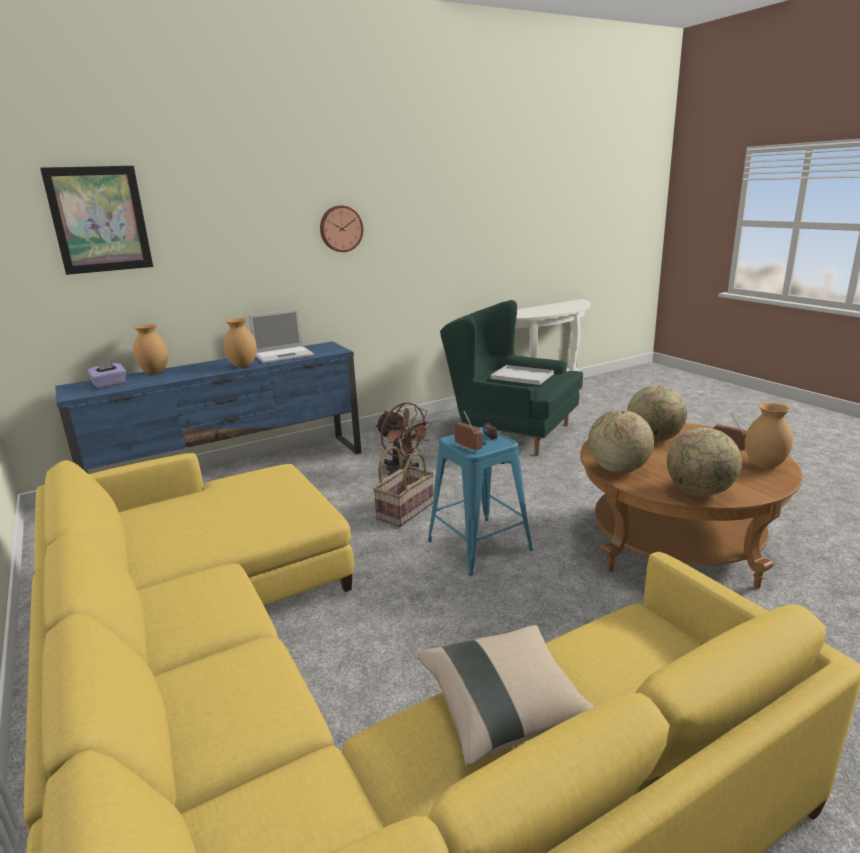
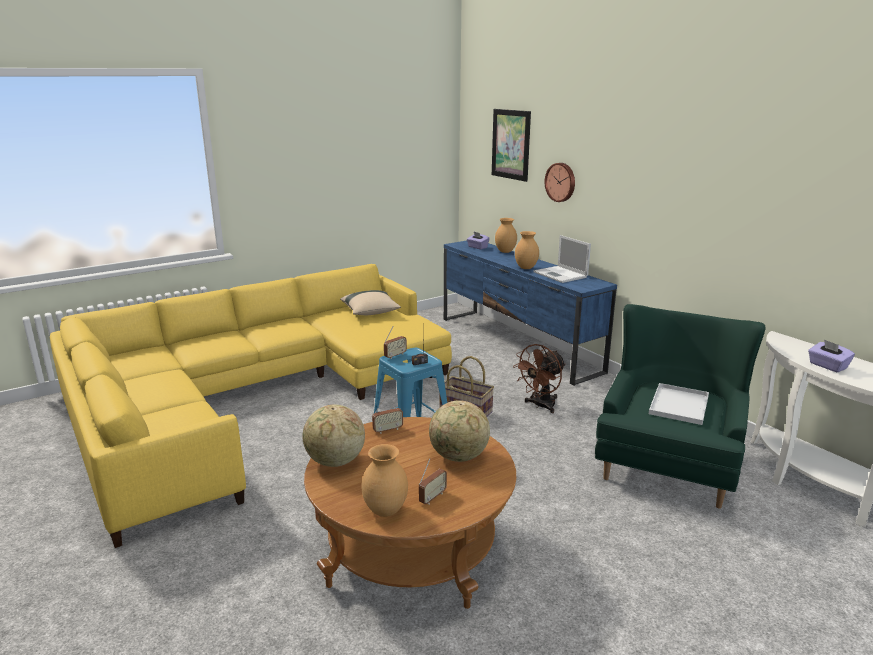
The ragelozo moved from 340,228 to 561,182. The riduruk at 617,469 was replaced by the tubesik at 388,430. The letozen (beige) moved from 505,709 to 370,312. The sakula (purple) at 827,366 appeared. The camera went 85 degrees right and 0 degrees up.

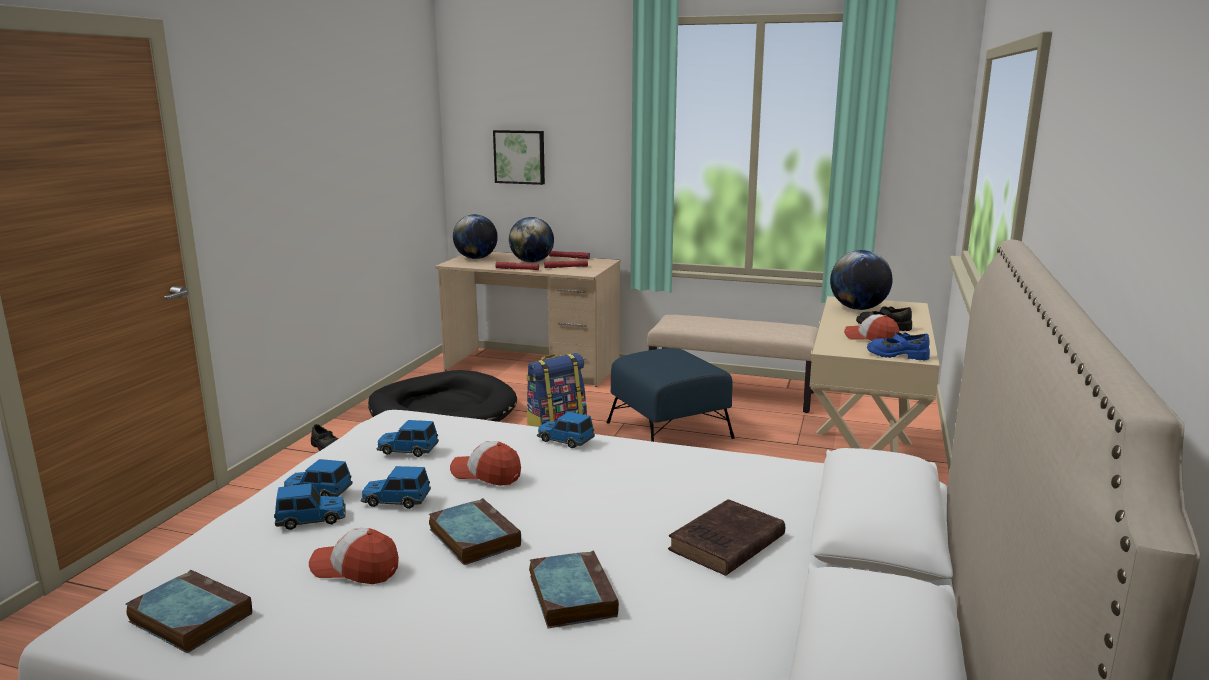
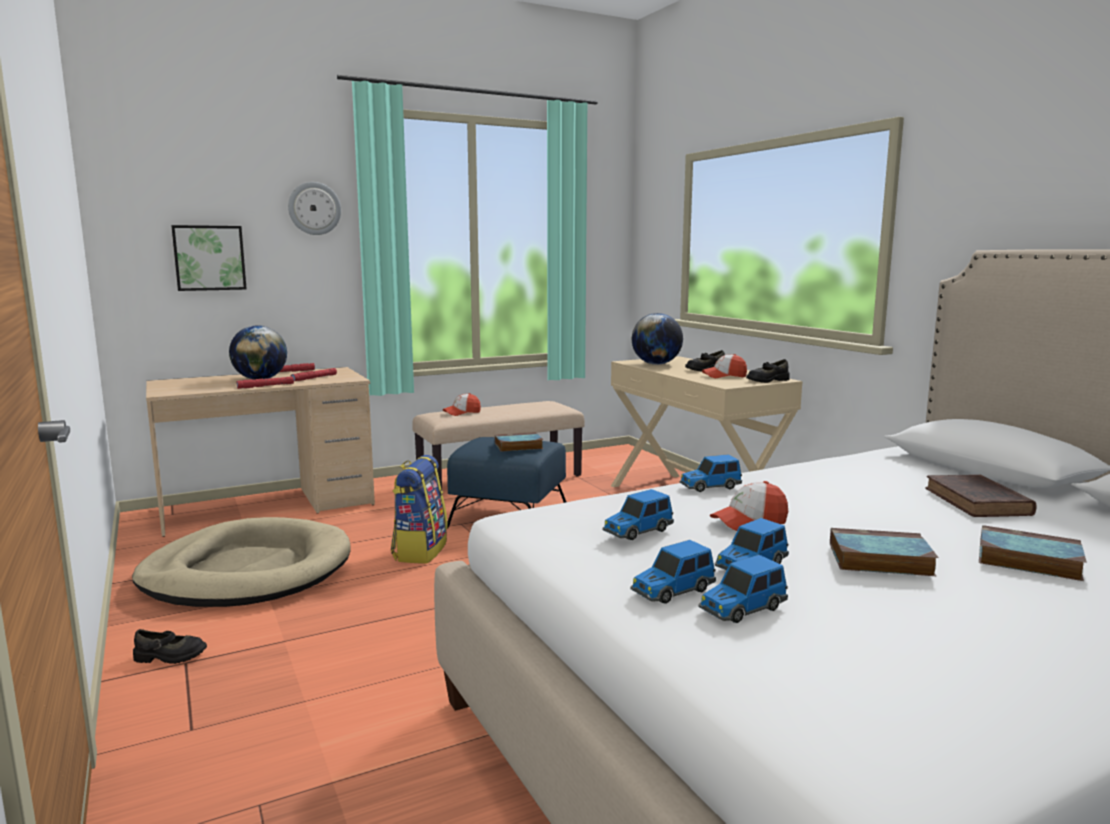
The riduruk at 476,258 disappeared. The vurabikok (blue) at 897,355 became the vurabikok (black) at 767,380. The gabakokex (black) at 442,410 became the gabakokex (beige) at 247,571. The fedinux at 311,519 turned 150 degrees counterclockwise. The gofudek moved from 355,569 to 462,413. The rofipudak moved from 188,617 to 517,446. The ragelozo at 314,208 appeared. The camera went 45 degrees left and 5 degrees down.

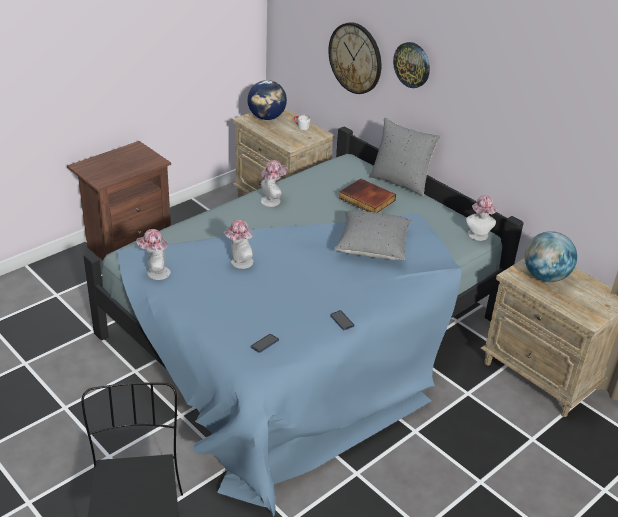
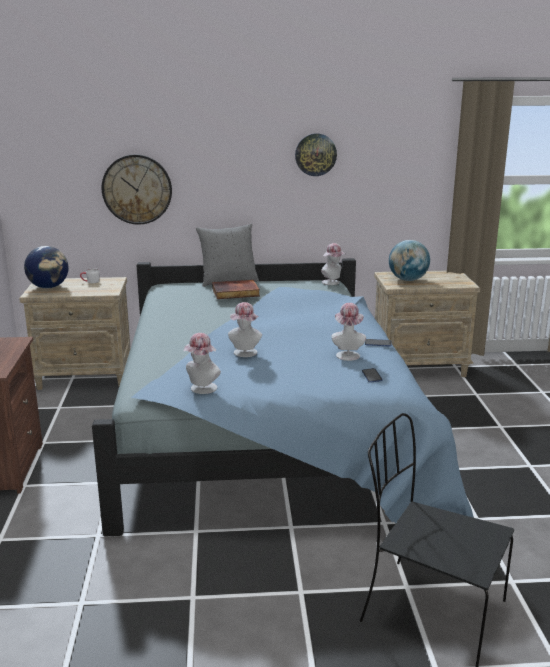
The ragelozo moved from 412,64 to 315,154. The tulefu moved from 272,200 to 347,354. The letozen (grey) at 372,247 disappeared. The camera went 50 degrees left and 15 degrees down.

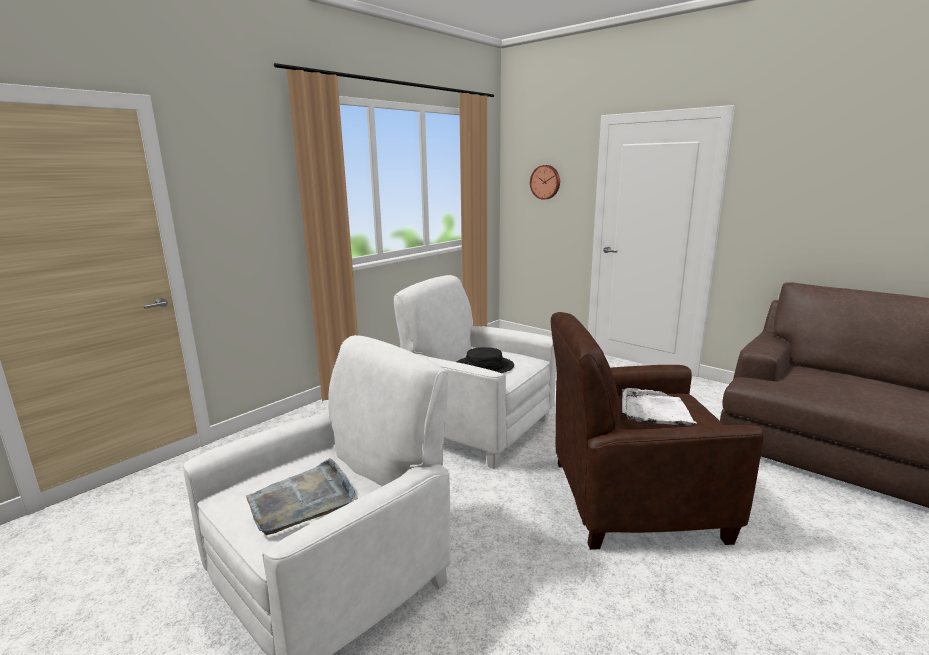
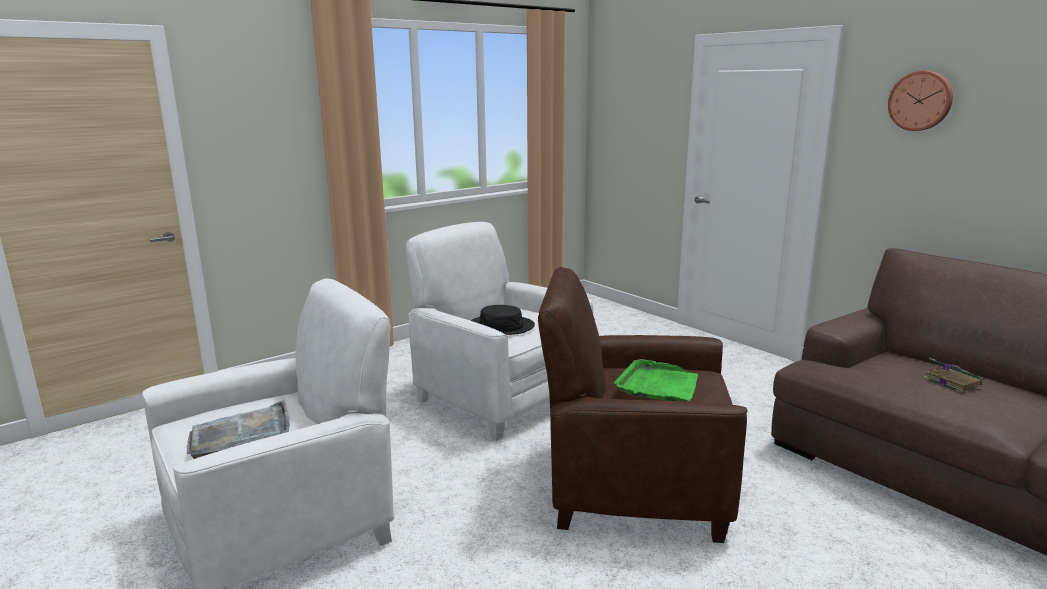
The ragelozo moved from 545,182 to 921,101. The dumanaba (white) at 654,410 became the dumanaba (green) at 658,385. The rofipudak at 951,381 appeared. The camera went 10 degrees right and 0 degrees up.

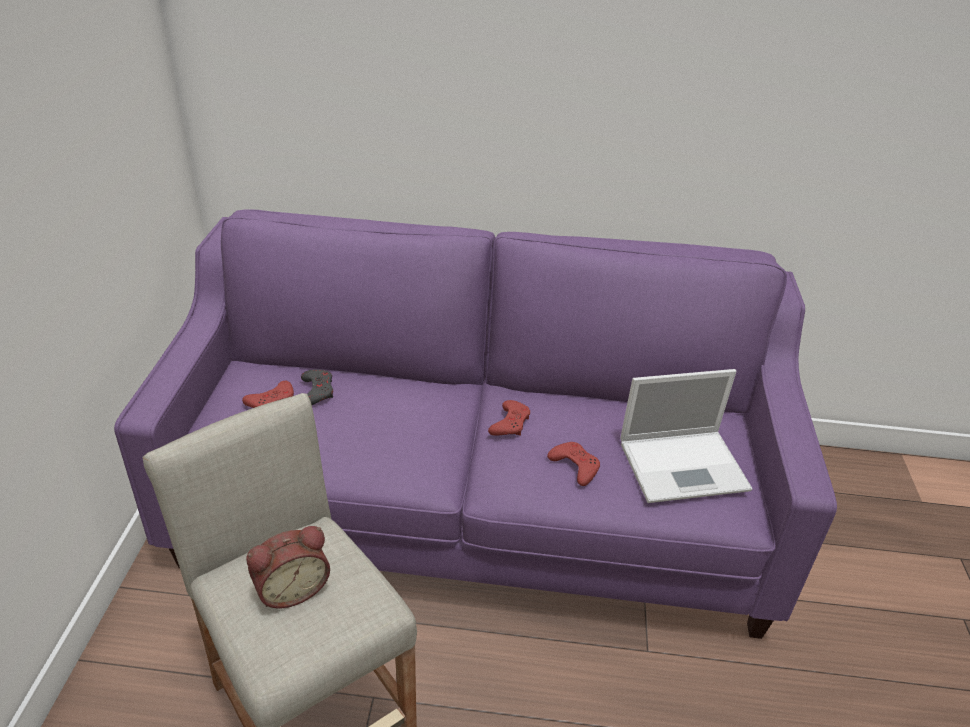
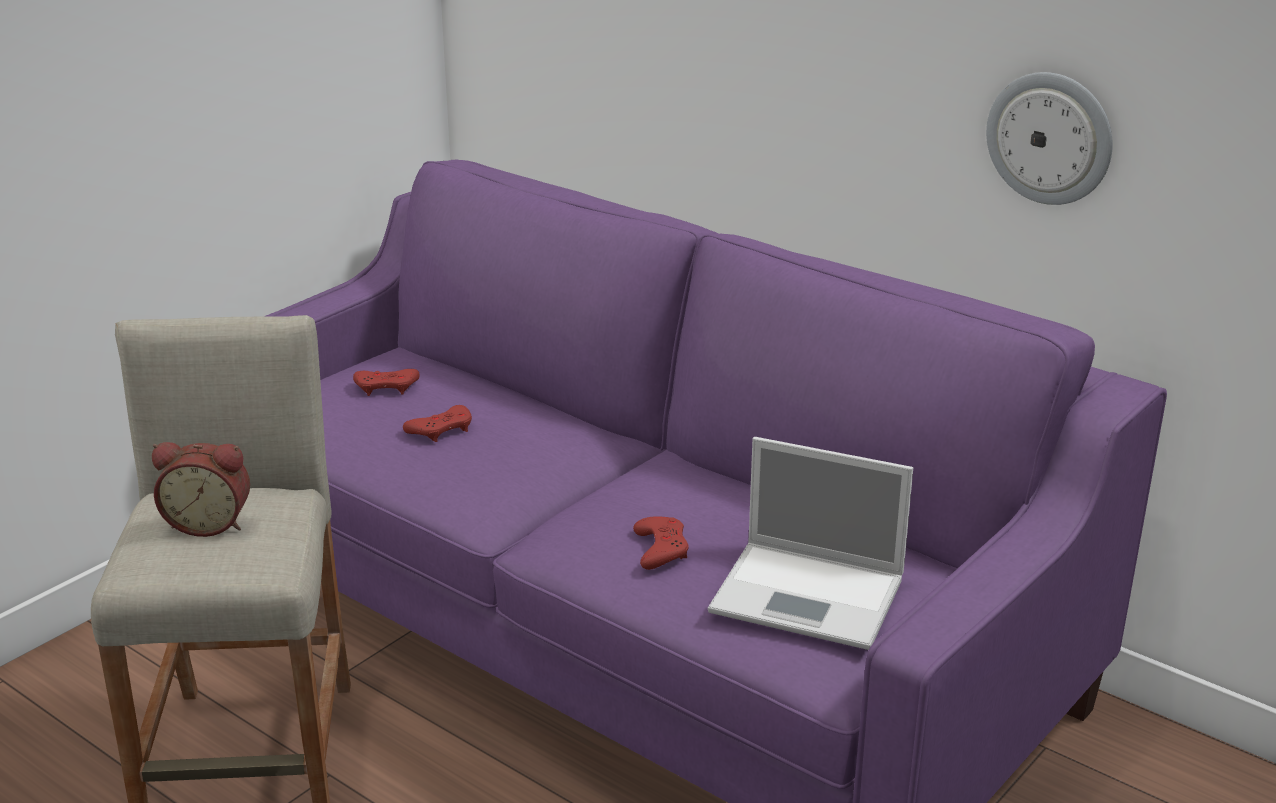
The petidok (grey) at 317,391 disappeared. The petidok (red) moved from 510,423 to 441,429. The ragelozo at 1050,138 appeared. The camera went 35 degrees right and 10 degrees down.

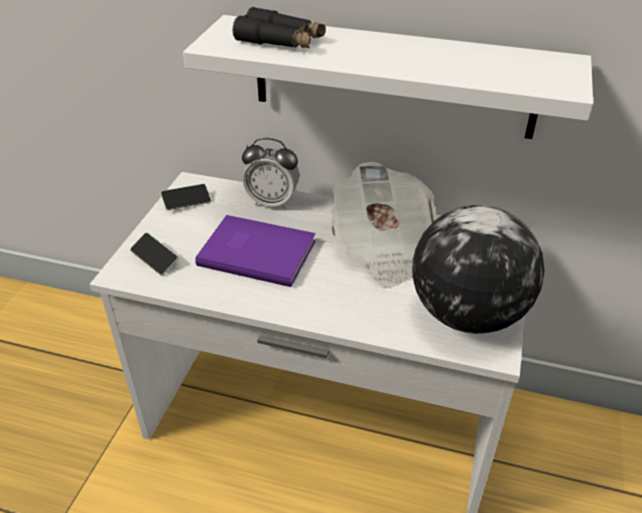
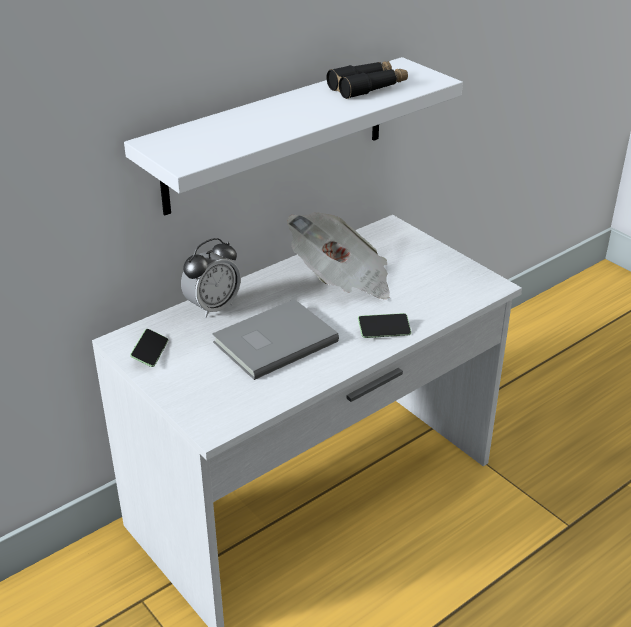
The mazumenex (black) moved from 280,41 to 368,87. The riduruk at 466,314 disappeared. The rofipudak (purple) at 256,251 became the rofipudak (grey) at 272,341. The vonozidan moved from 155,259 to 384,332. The camera went 55 degrees left and 5 degrees down.

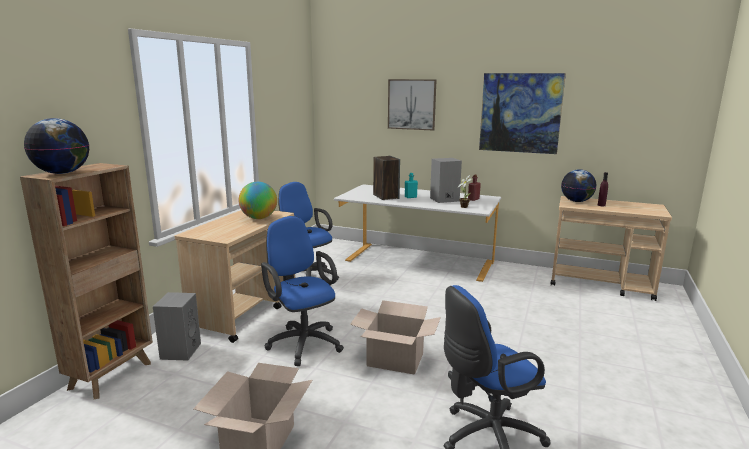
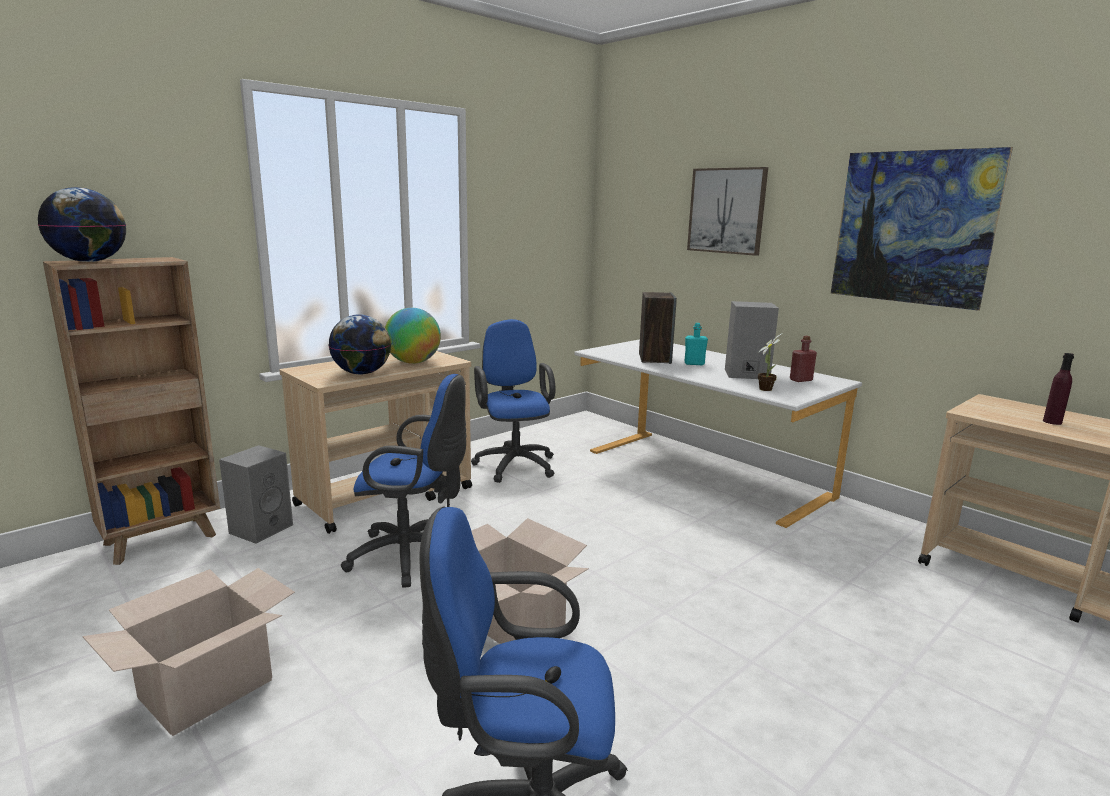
The riduruk moved from 576,201 to 362,373. The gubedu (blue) at 303,342 turned 105 degrees clockwise. The camera went 25 degrees right and 0 degrees up.

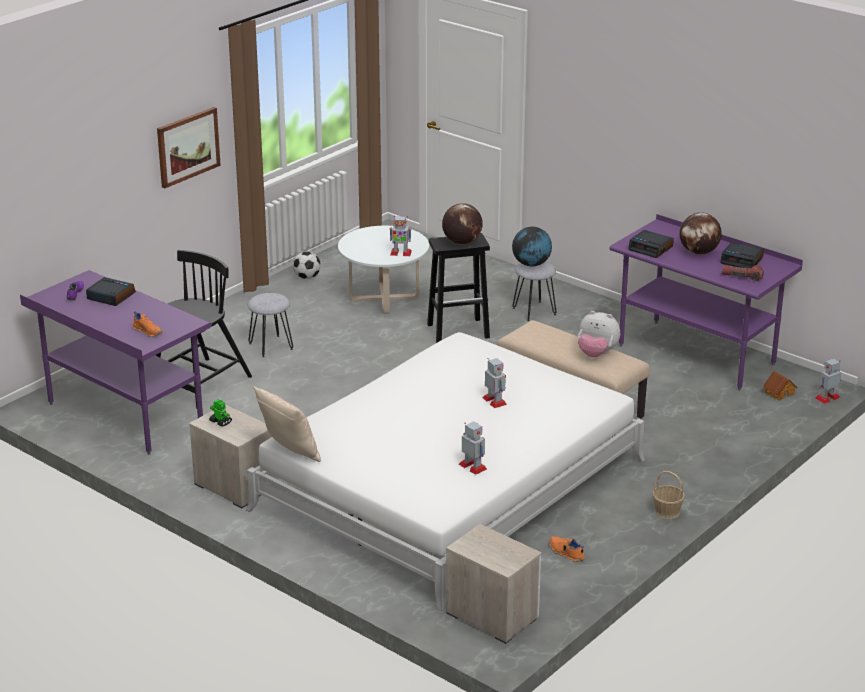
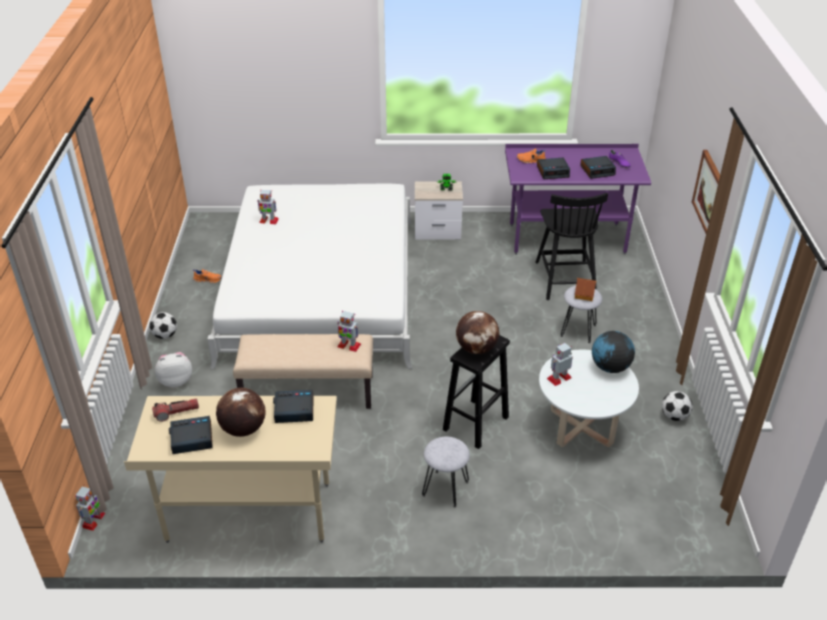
The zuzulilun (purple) at 696,355 became the zuzulilun (beige) at 249,513. The riduruk moved from 531,264 to 610,367. The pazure moved from 596,354 to 176,380. The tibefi moved from 494,401 to 348,345. The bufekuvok moved from 779,393 to 585,294. The letozen (beige) at 290,451 disappeared. The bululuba at 667,511 was replaced by the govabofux at 165,335. The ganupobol at 491,615 disappeared. The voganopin at 553,171 appeared. The camera went 140 degrees right and 10 degrees up.

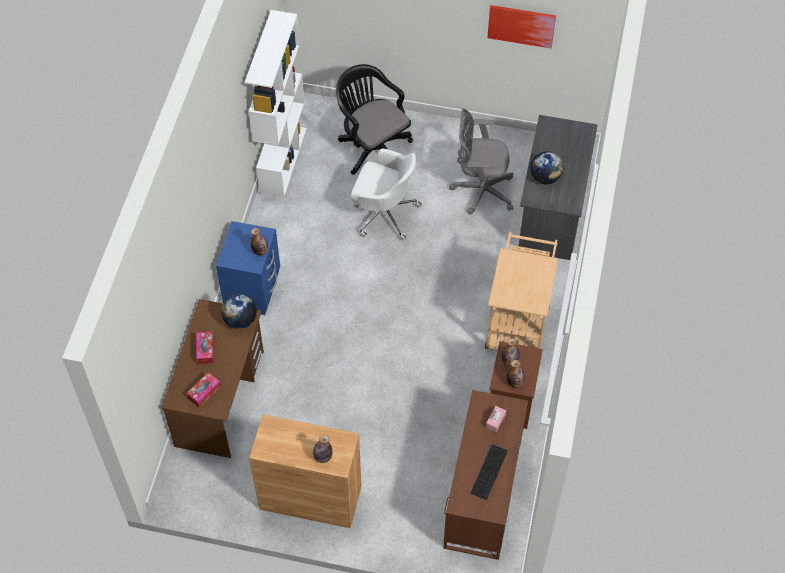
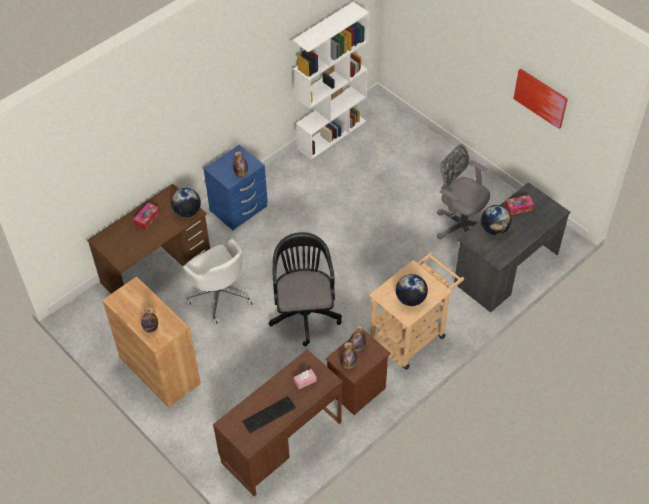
The gubedu (black) moved from 372,147 to 304,312. The gubedu (white) moved from 383,212 to 219,294. The sakula moved from 204,392 to 518,207. The riduruk at 410,299 appeared. The camera went 35 degrees right and 5 degrees down.

